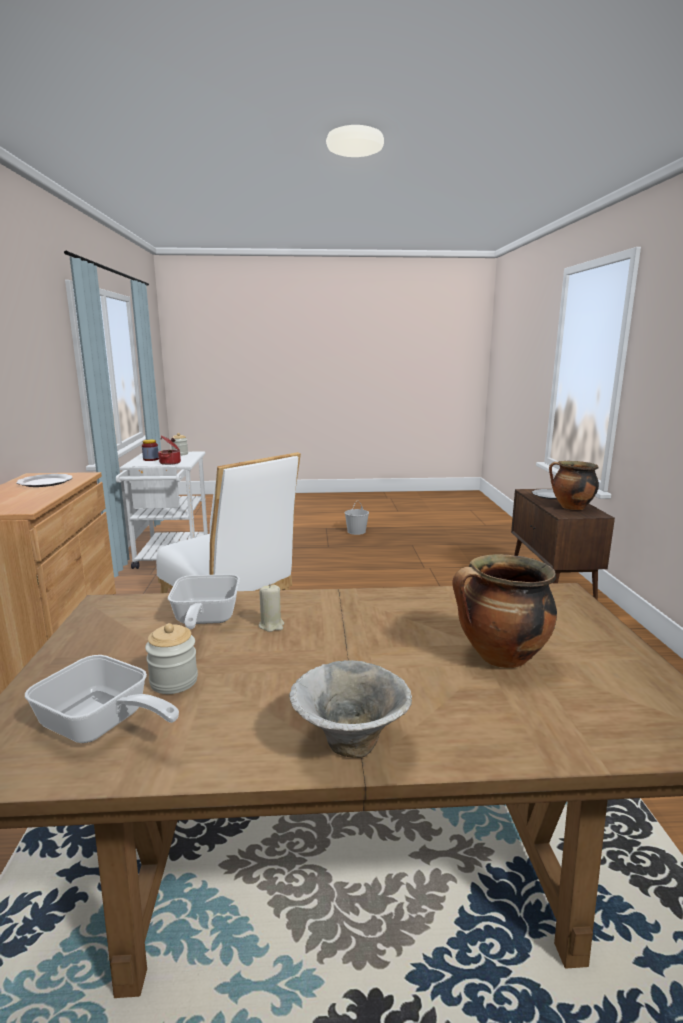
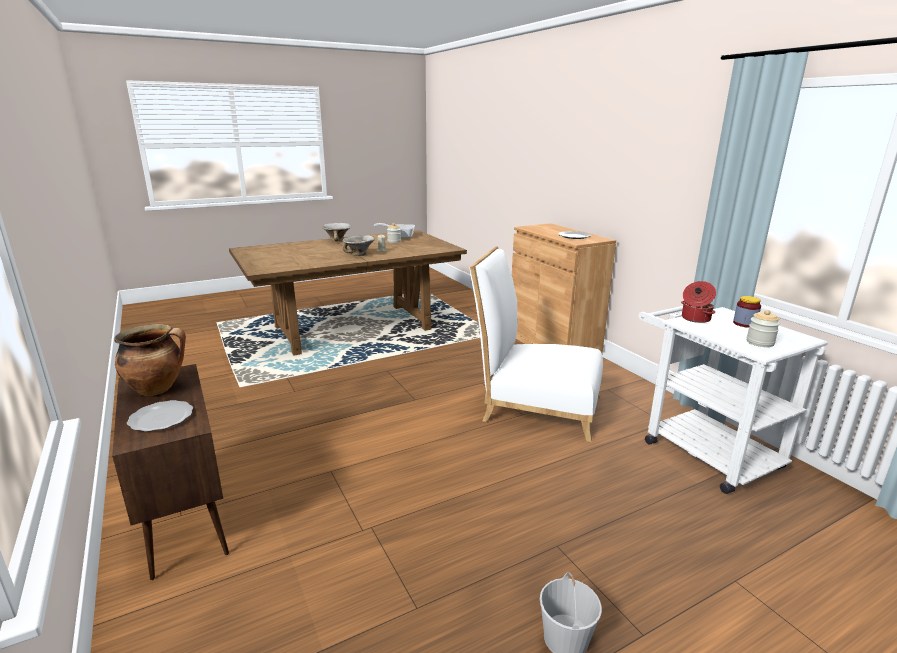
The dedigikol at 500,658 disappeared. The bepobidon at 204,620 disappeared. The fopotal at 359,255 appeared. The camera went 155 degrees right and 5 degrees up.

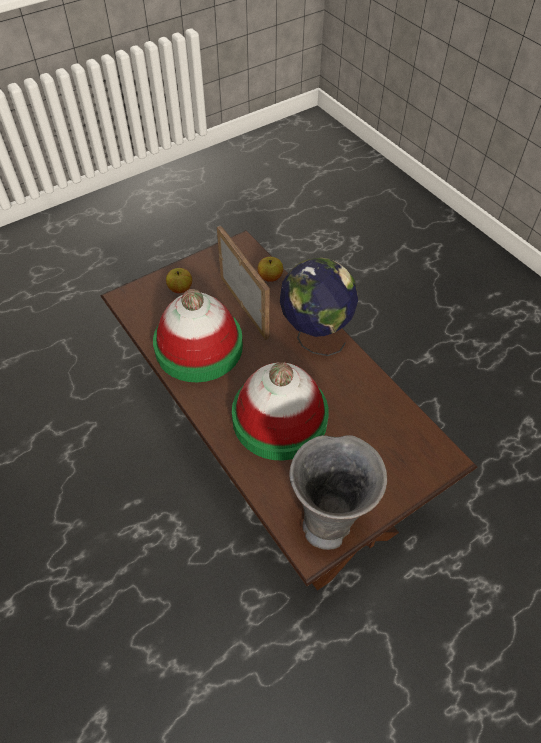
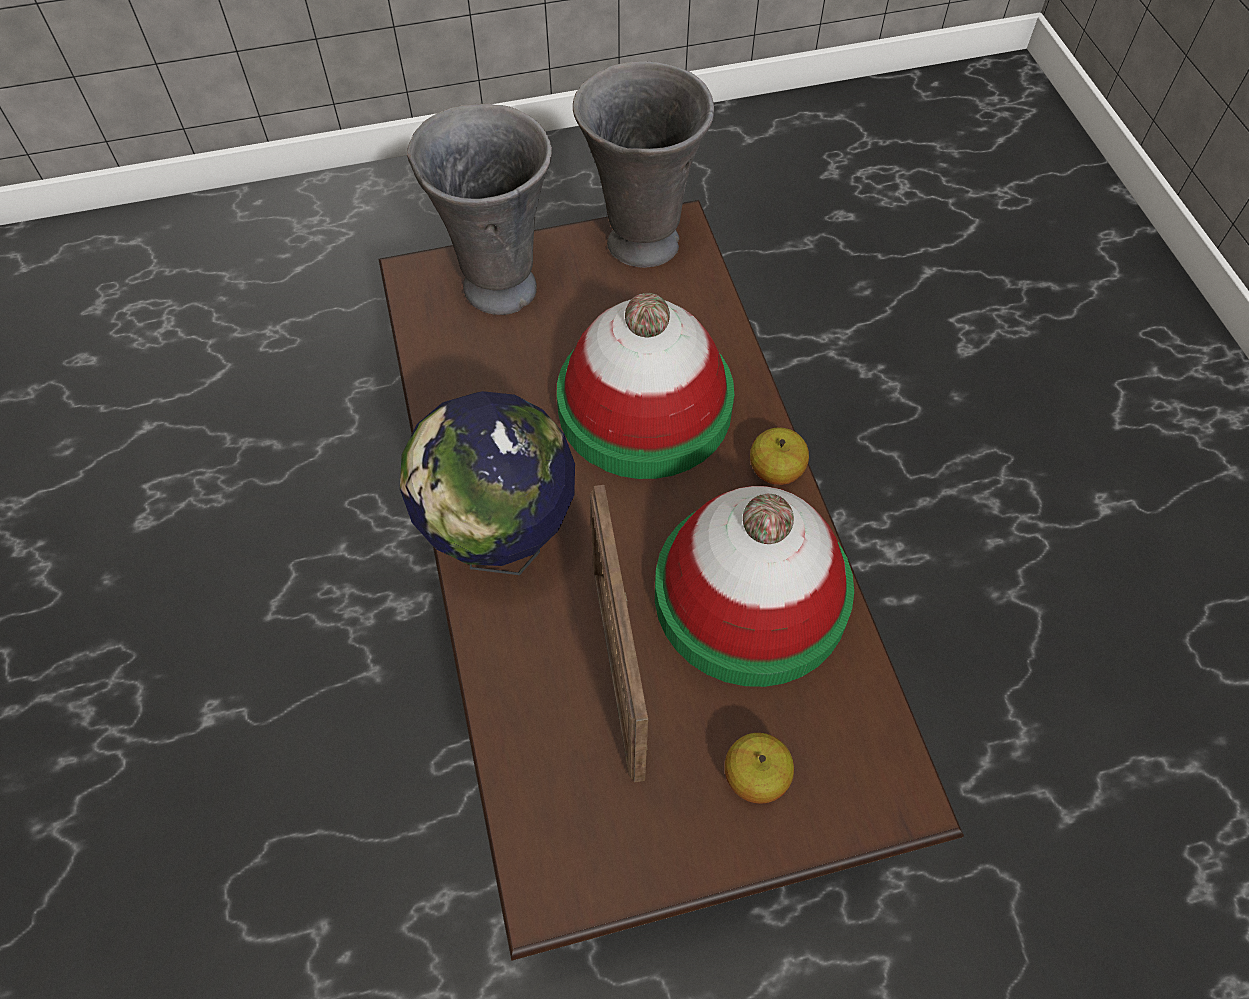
The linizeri moved from 270,277 to 776,471. The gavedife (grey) at 498,286 appeared. The camera went 160 degrees left and 5 degrees up.

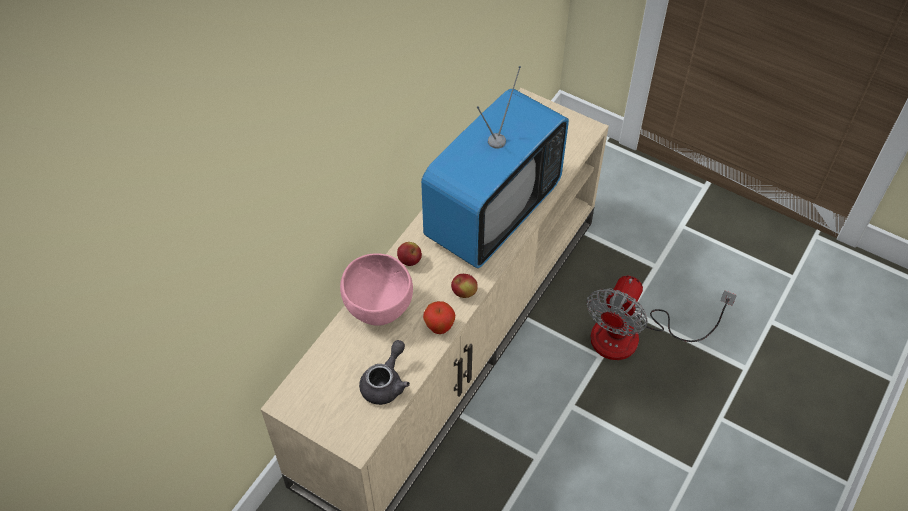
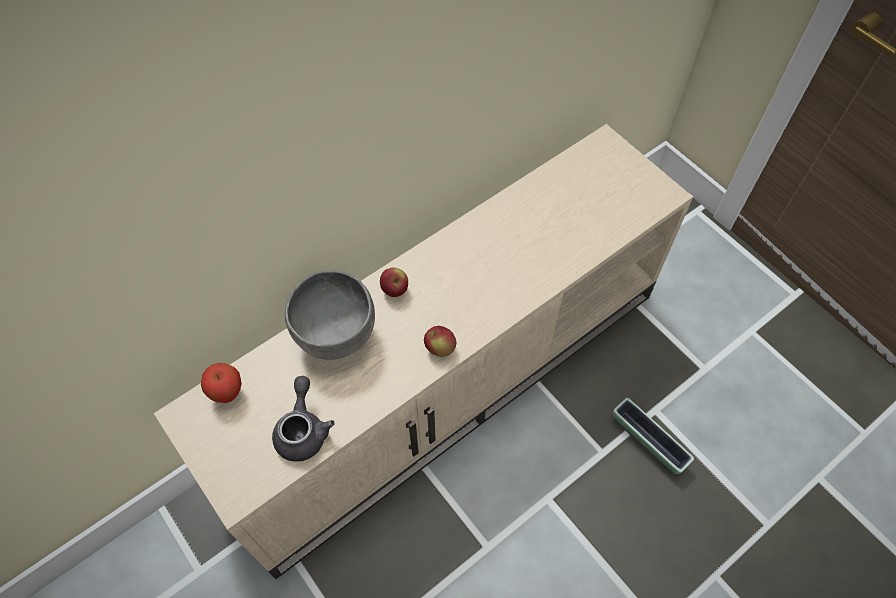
The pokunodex at 492,213 disappeared. The fopotal (pink) at 379,308 became the fopotal (grey) at 336,335. The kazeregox at 632,336 was replaced by the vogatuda at 648,441. The linizeri moved from 439,327 to 227,393. The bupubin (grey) at 386,382 turned 45 degrees counterclockwise. The camera went 20 degrees right and 5 degrees up.

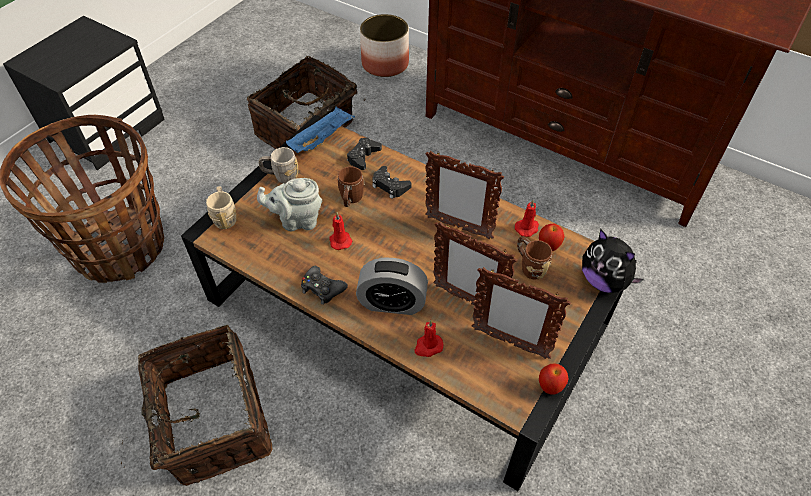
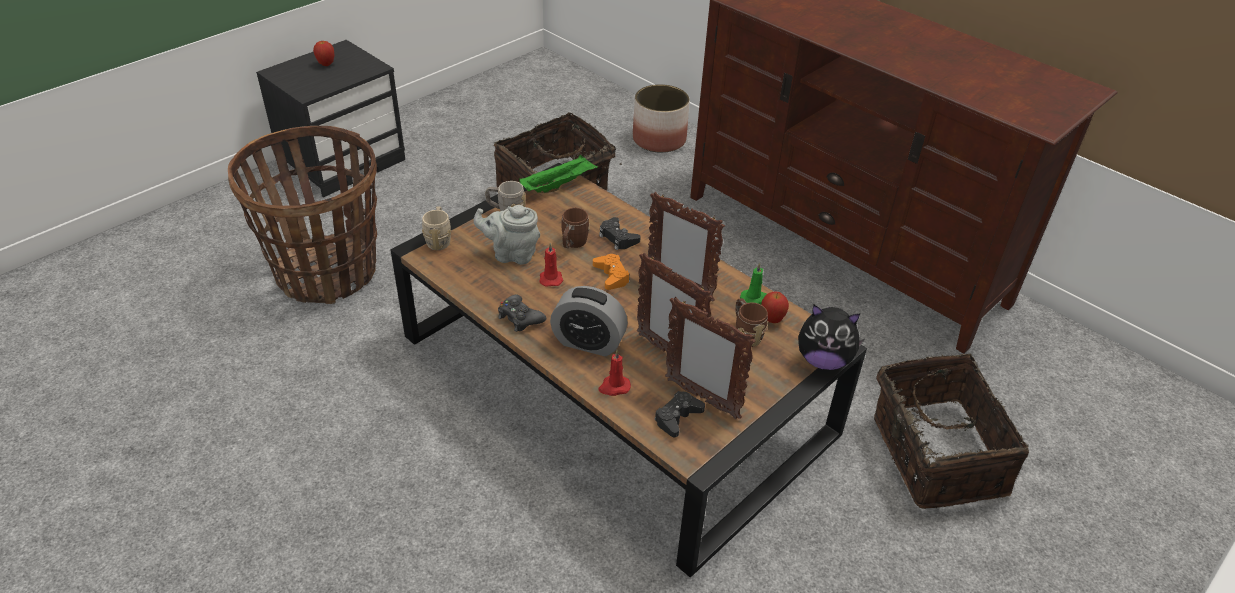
The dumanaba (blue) at 322,139 became the dumanaba (green) at 559,185. The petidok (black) moved from 363,157 to 677,417. The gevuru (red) at 527,228 became the gevuru (green) at 754,299. The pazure at 604,280 turned 45 degrees counterclockwise. The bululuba moved from 211,421 to 933,456. The linizeri moved from 550,387 to 326,64. The petidok (orange) at 611,276 appeared. The camera went 10 degrees right and 10 degrees down.

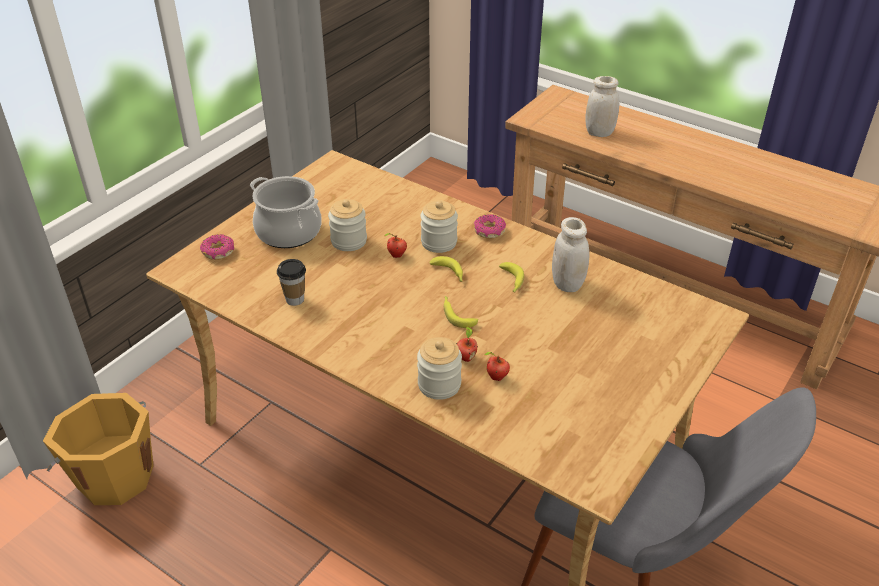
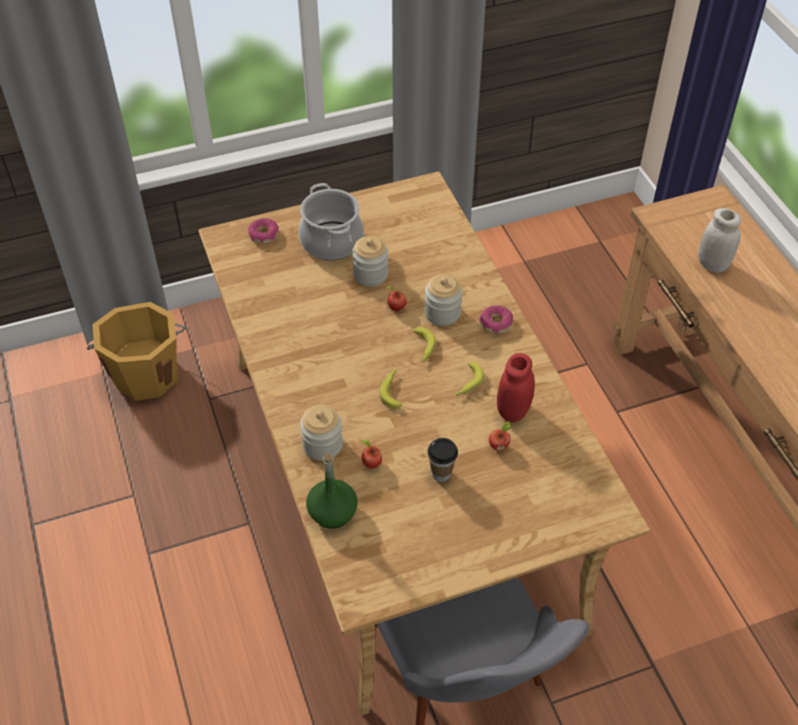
The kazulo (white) at 567,284 became the kazulo (red) at 513,411. The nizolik moved from 295,299 to 441,474. The linizeri moved from 465,357 to 498,446. The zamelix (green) at 333,512 appeared. The camera went 35 degrees right and 10 degrees up.

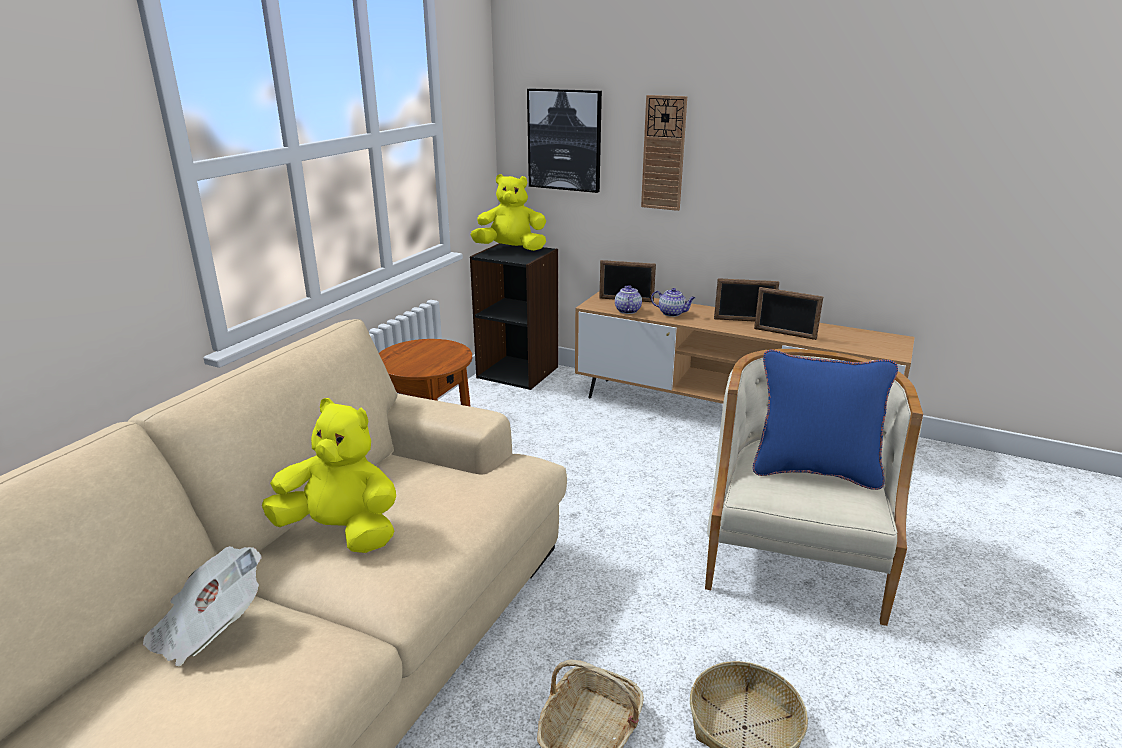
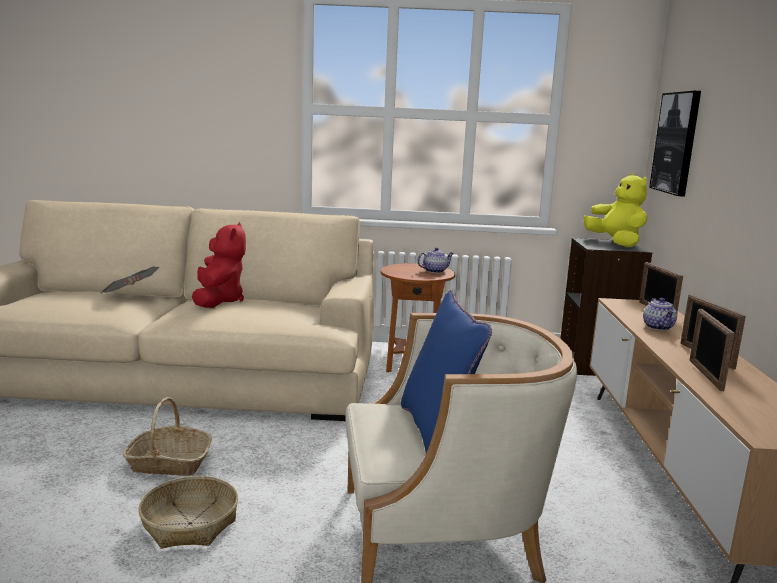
The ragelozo at 663,153 disappeared. The bupubin moved from 627,310 to 435,271. The pazure (yellow) at 341,531 became the pazure (red) at 218,301. The camera went 65 degrees right and 10 degrees down.

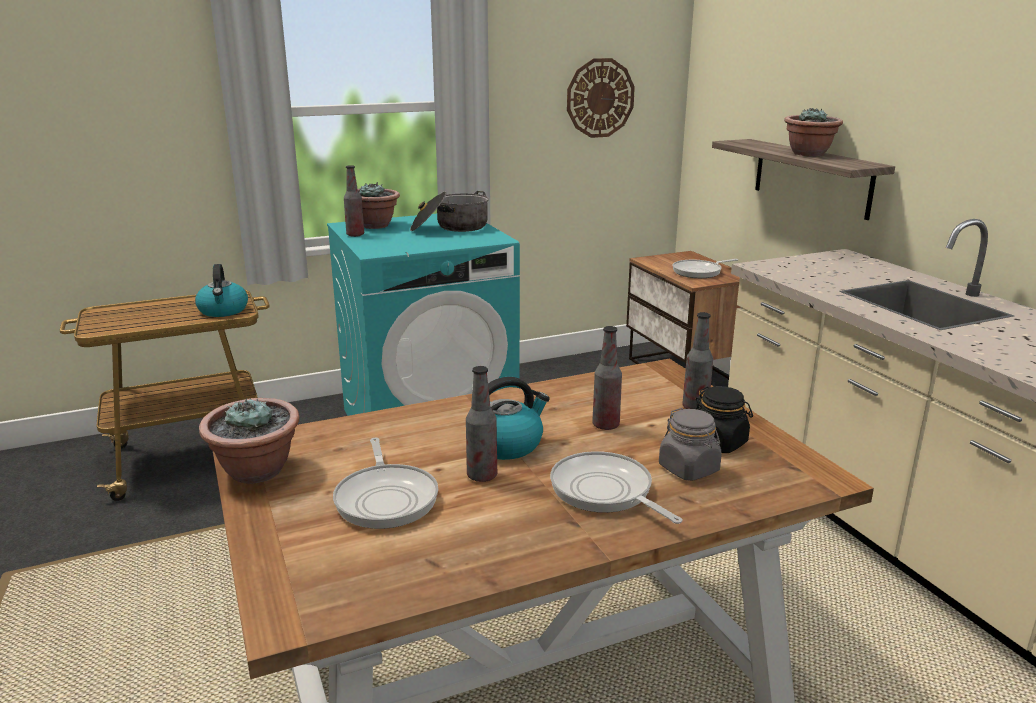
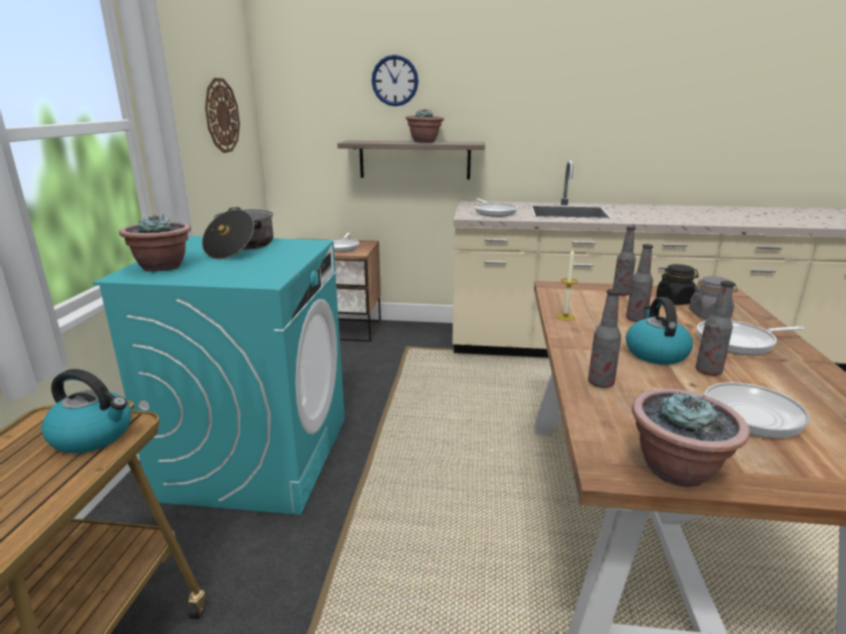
The zamelix moved from 355,235 to 600,383. The ragelozo at 395,81 appeared. The bepobidon at 494,212 appeared. The gevuru at 565,317 appeared. The camera went 60 degrees left and 0 degrees up.

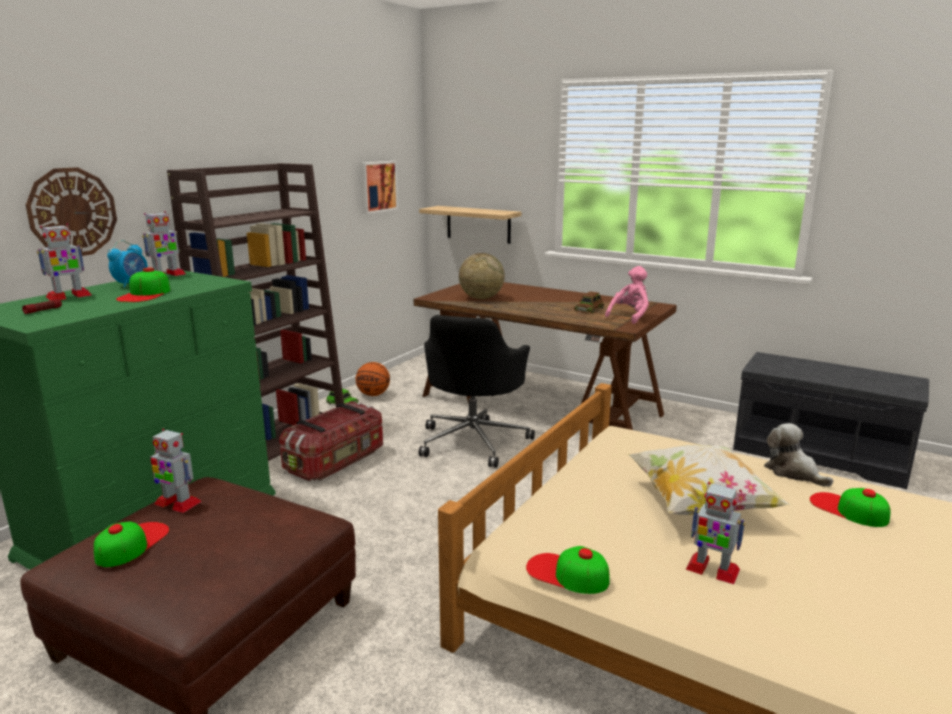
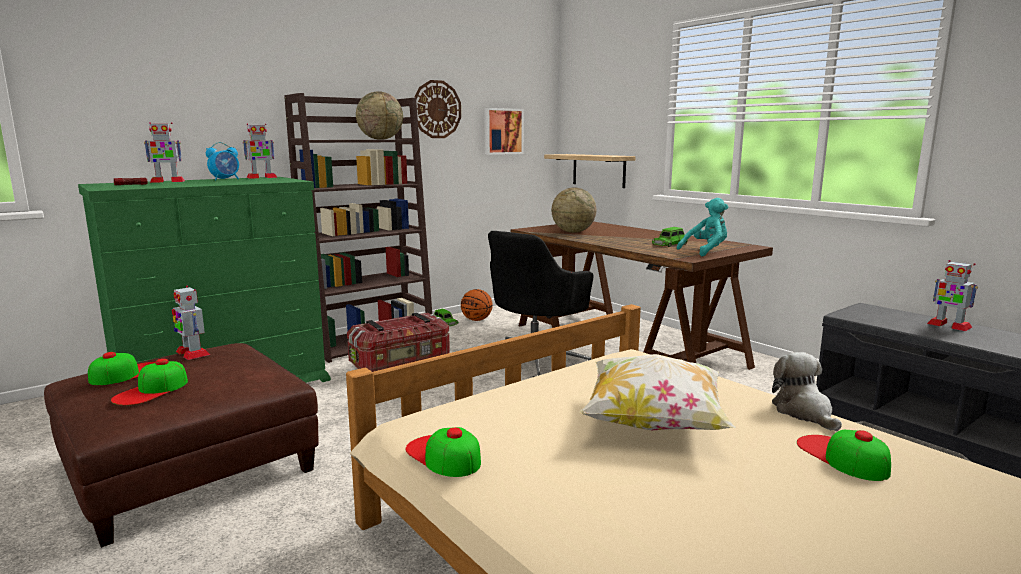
The ragelozo moved from 72,212 to 436,109. The pazure (pink) at 630,316 became the pazure (turquoise) at 706,251. The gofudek moved from 145,294 to 151,390. The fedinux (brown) at 589,309 became the fedinux (green) at 669,244. The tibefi moved from 711,569 to 948,325. The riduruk at 380,139 appeared. The camera went 20 degrees right and 5 degrees down.

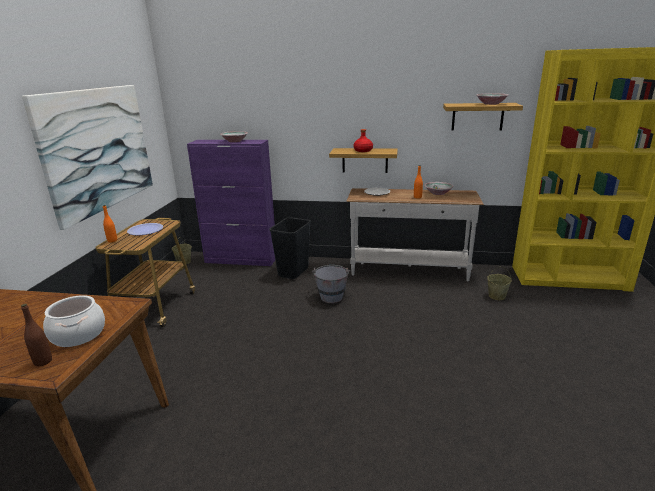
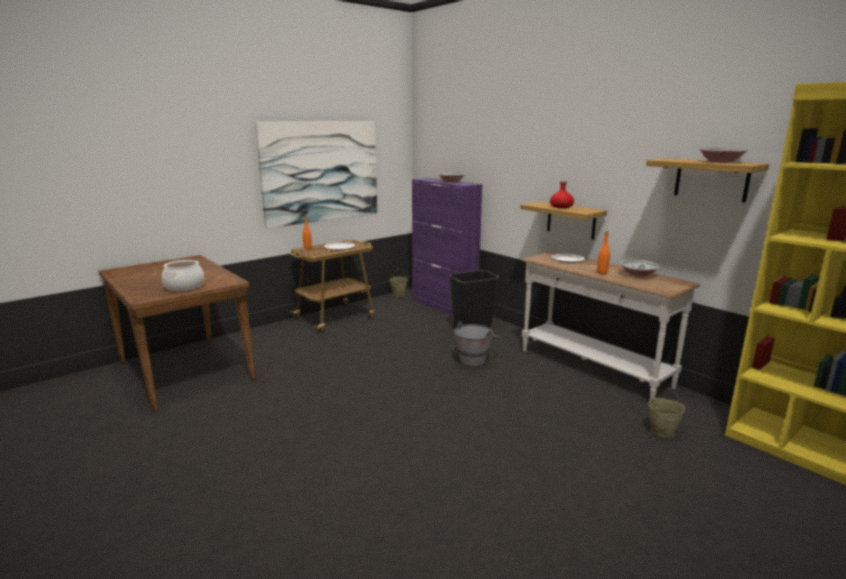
The zamelix (brown) at 43,361 disappeared. The camera went 40 degrees right and 5 degrees down.

